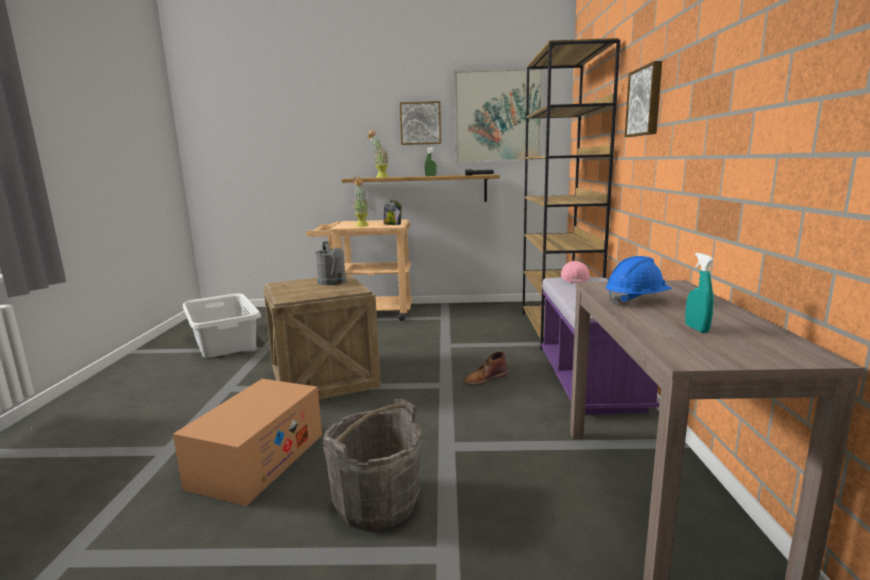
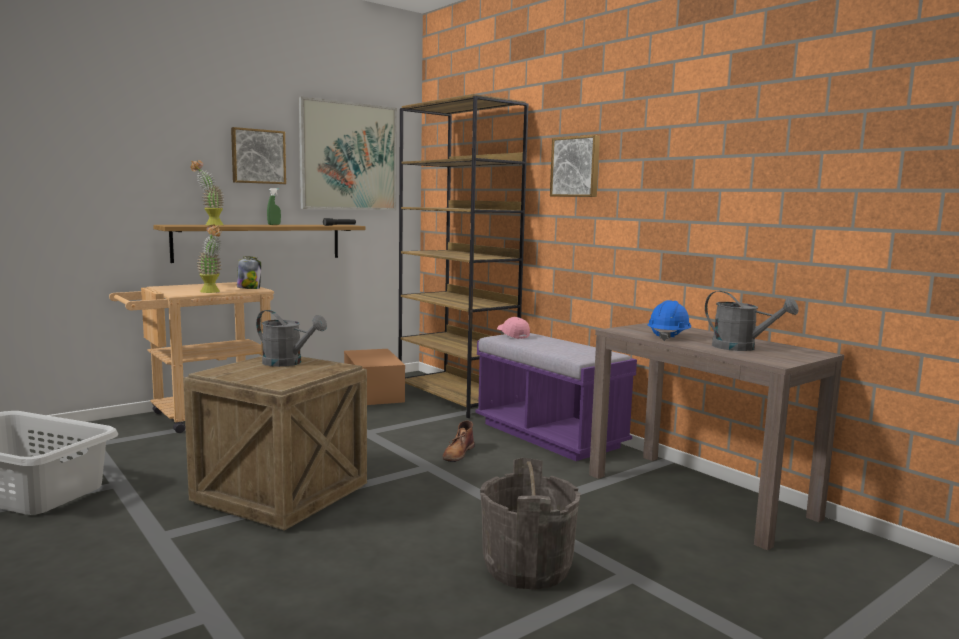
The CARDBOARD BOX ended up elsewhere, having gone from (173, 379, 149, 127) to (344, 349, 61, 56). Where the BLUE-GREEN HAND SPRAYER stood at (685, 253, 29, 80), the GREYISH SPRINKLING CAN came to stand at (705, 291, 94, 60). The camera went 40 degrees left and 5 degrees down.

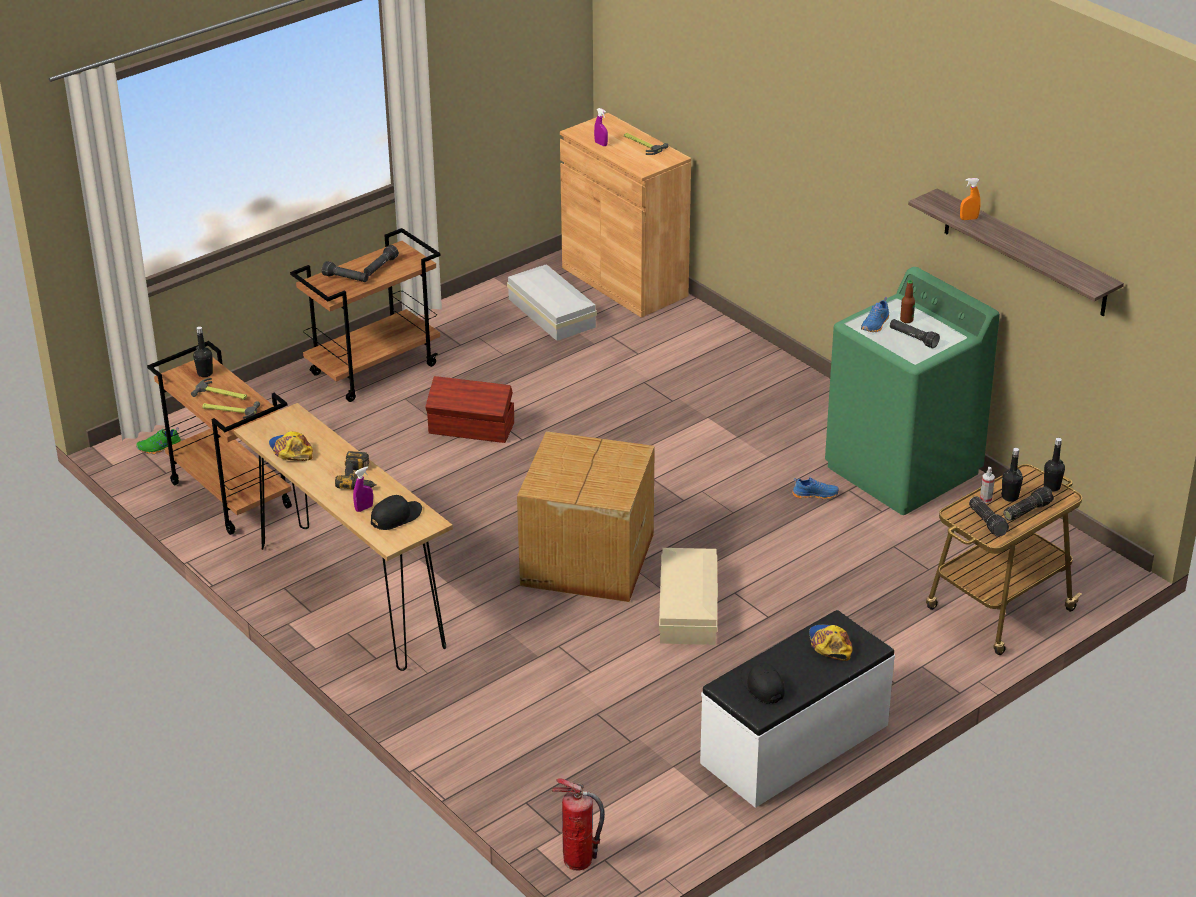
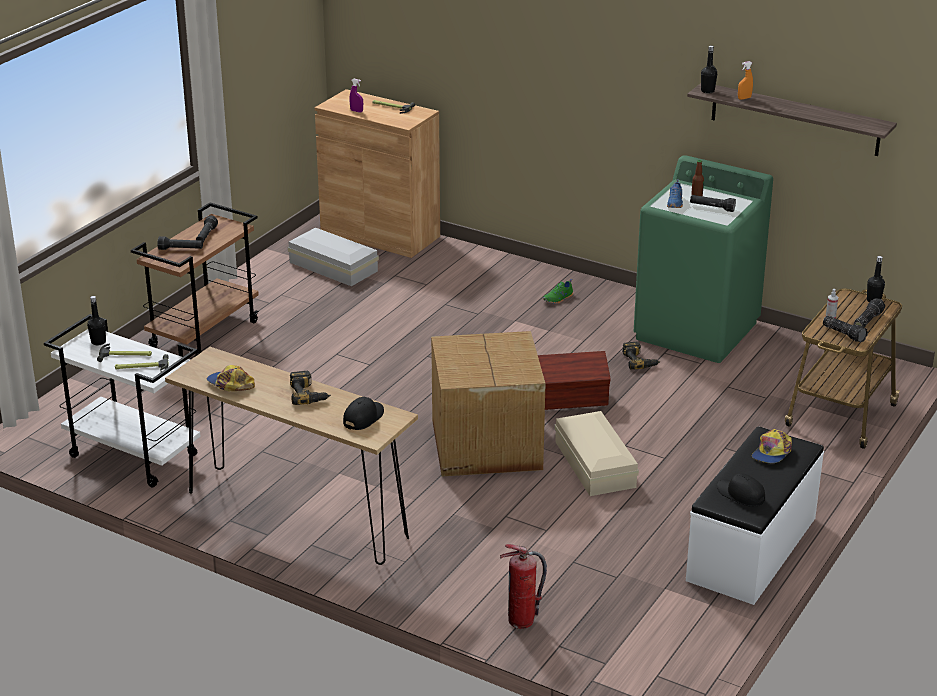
The second view lost the PURPLISH HAND SPRAYER at (353, 466, 20, 46). The GREENISH ITEM OF FOOTWEAR ended up elsewhere, having gone from (136, 427, 45, 27) to (543, 279, 30, 25). The BROWN STORAGE CONTAINER ended up elsewhere, having gone from (426, 376, 88, 67) to (538, 351, 73, 59). The EXTINGUISHER ended up elsewhere, having gone from (551, 778, 54, 93) to (500, 544, 47, 85). The BLACK BOTTLE ended up elsewhere, having gone from (1001, 448, 22, 54) to (701, 46, 16, 48). Where the BLUE-COLOURED ITEM OF FOOTWEAR stood at (792, 477, 47, 23), the POWER DRILL came to stand at (622, 342, 38, 28). What was the BROWN TROLLEY at (147, 341, 145, 194) turned into the WHITE-COLOURED TROLLEY at (44, 314, 157, 174). The BASEBALL CAP at (809, 625, 43, 36) ended up facing another way, 120 degrees counterclockwise from before. The camera went 20 degrees left and 5 degrees down.

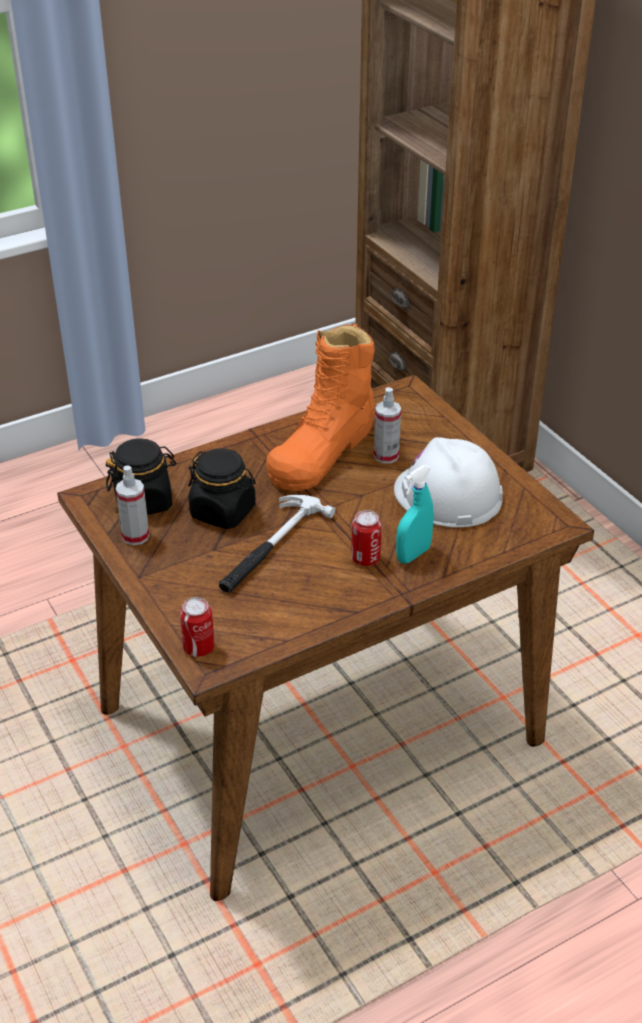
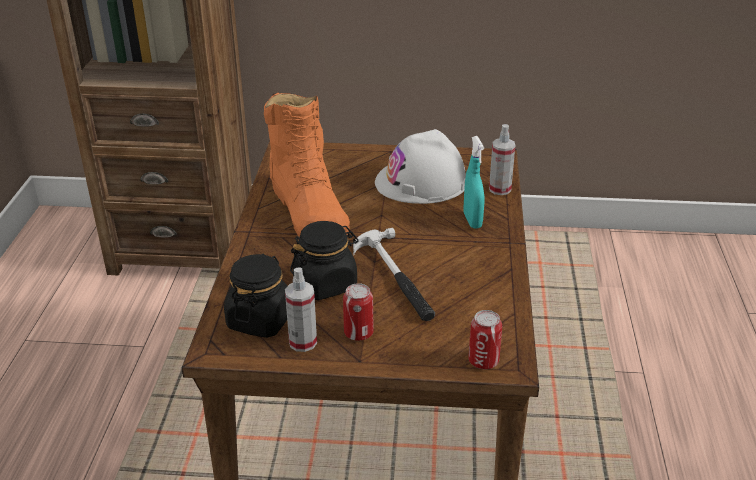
The METAL CAN ended up elsewhere, having gone from (351, 510, 30, 56) to (343, 283, 31, 58). The HAND SPRAYER ended up elsewhere, having gone from (374, 387, 27, 76) to (489, 124, 26, 71). The camera went 55 degrees left and 5 degrees down.

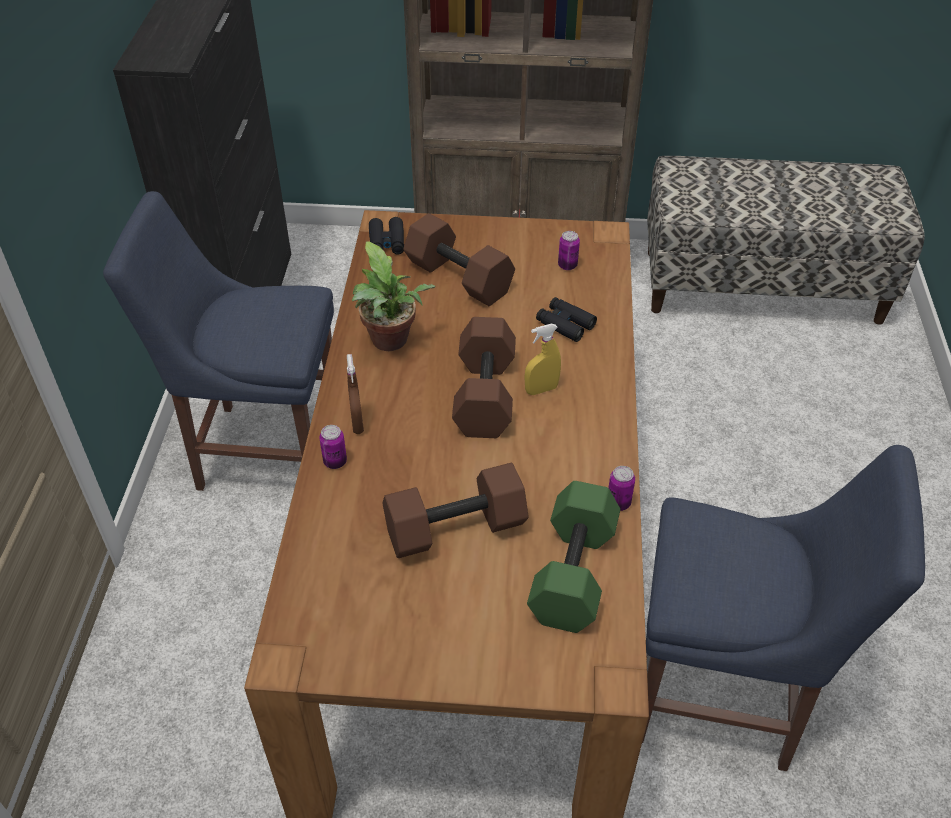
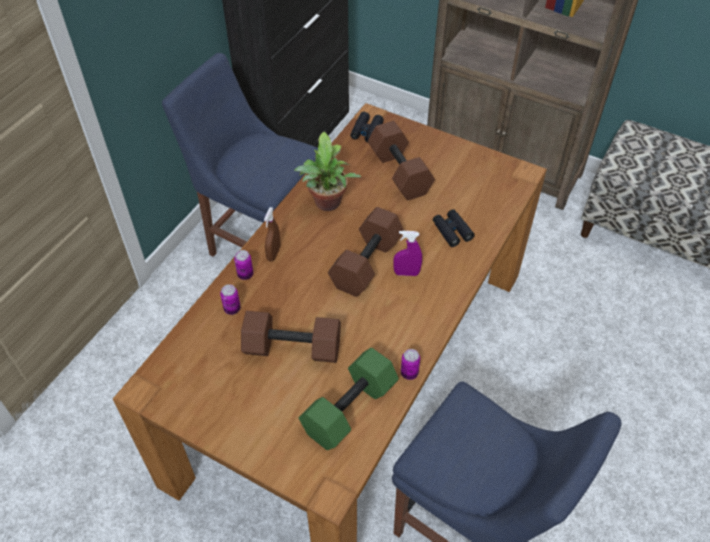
The METAL CAN ended up elsewhere, having gone from (558, 231, 22, 39) to (220, 284, 21, 31). What was the YELLOW-COLOURED HAND SPRAYER at (524, 324, 37, 71) turned into the PURPLISH HAND SPRAYER at (393, 231, 29, 45). The camera went 25 degrees right and 5 degrees up.

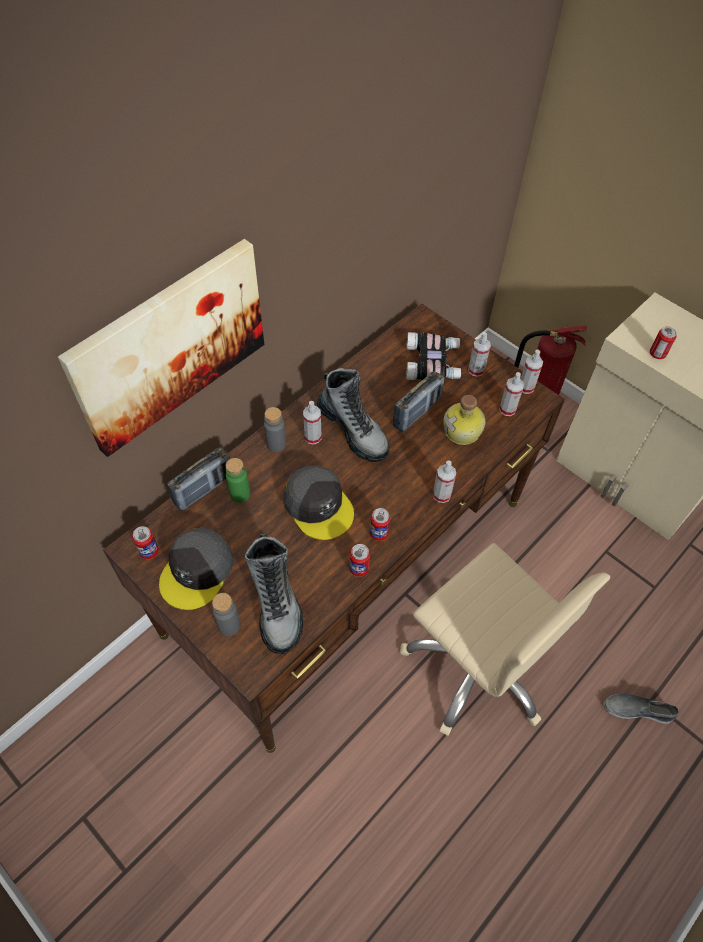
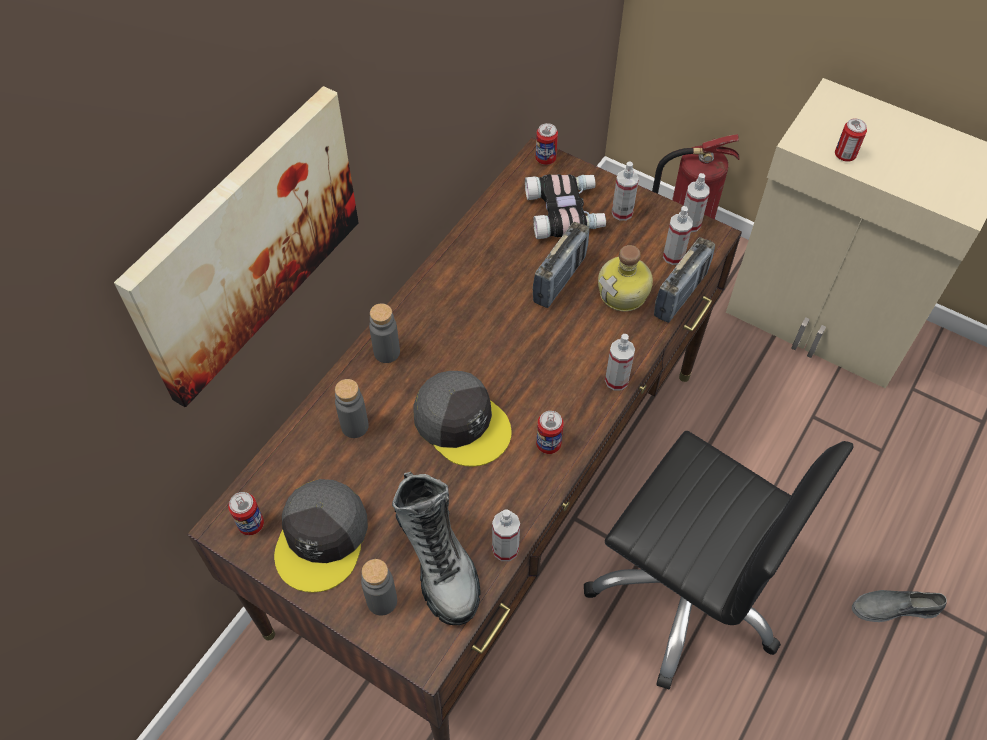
The second view lost the BOOT at (317, 368, 73, 94). The RADIO RECEIVER ended up elsewhere, having gone from (167, 447, 63, 64) to (654, 237, 61, 86). The HAND SPRAYER ended up elsewhere, having gone from (303, 401, 19, 44) to (492, 509, 28, 52). The METAL CAN ended up elsewhere, having gone from (349, 544, 21, 33) to (535, 123, 23, 42). What was the GREENISH BOTTLE at (226, 458, 24, 45) turned into the GREYISH BOTTLE at (335, 379, 34, 59). What was the SAND-COLOURED COMPUTER CHAIR at (400, 543, 210, 193) turned into the BLACK COMPUTER CHAIR at (584, 431, 269, 258). The camera went 10 degrees left and 0 degrees up.

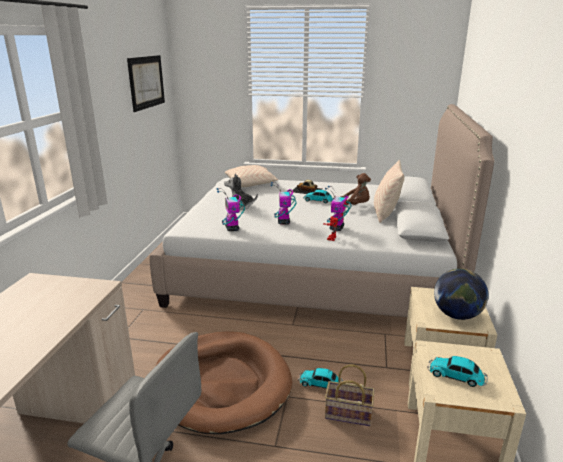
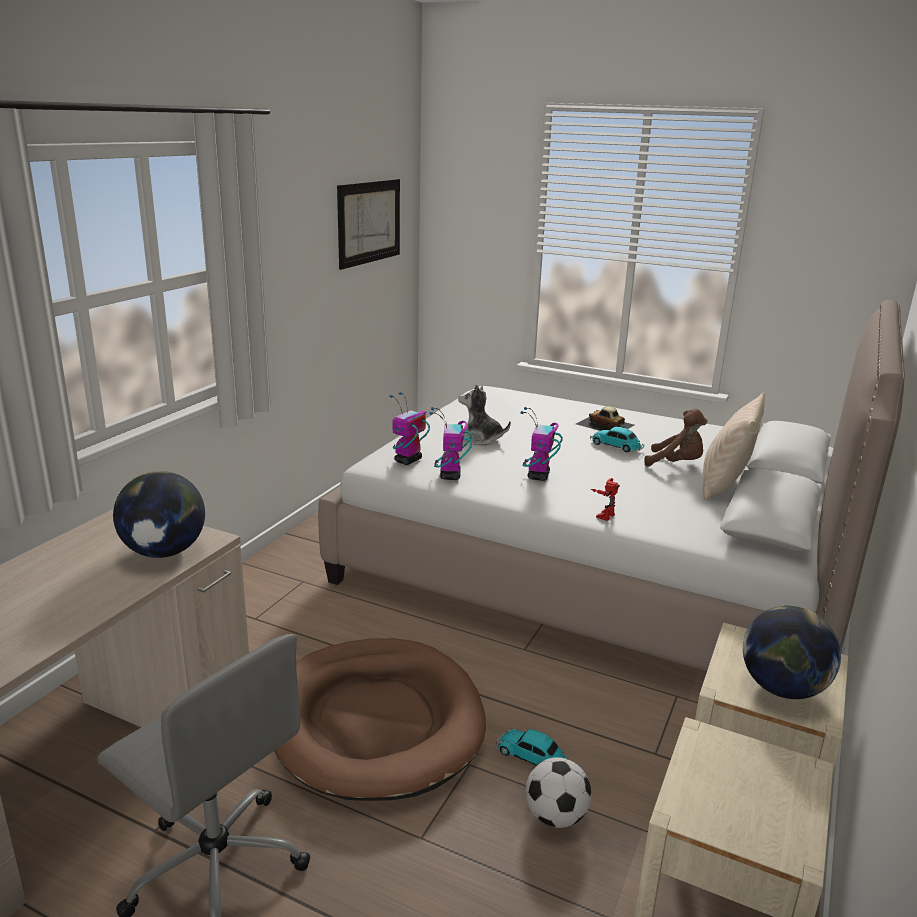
The second view lost the SAND-COLOURED PILLOW at (225, 165, 53, 22). The second view lost the TOY CAR at (427, 356, 61, 31). The second view gained the DESK GLOBE at (113, 471, 92, 87). The TOY ROBOT ended up elsewhere, having gone from (325, 186, 26, 45) to (389, 392, 41, 73). Where the STORAGE BASKET stood at (325, 364, 50, 62), the FOOTBALL came to stand at (526, 757, 65, 71). The camera went 15 degrees right and 0 degrees up.

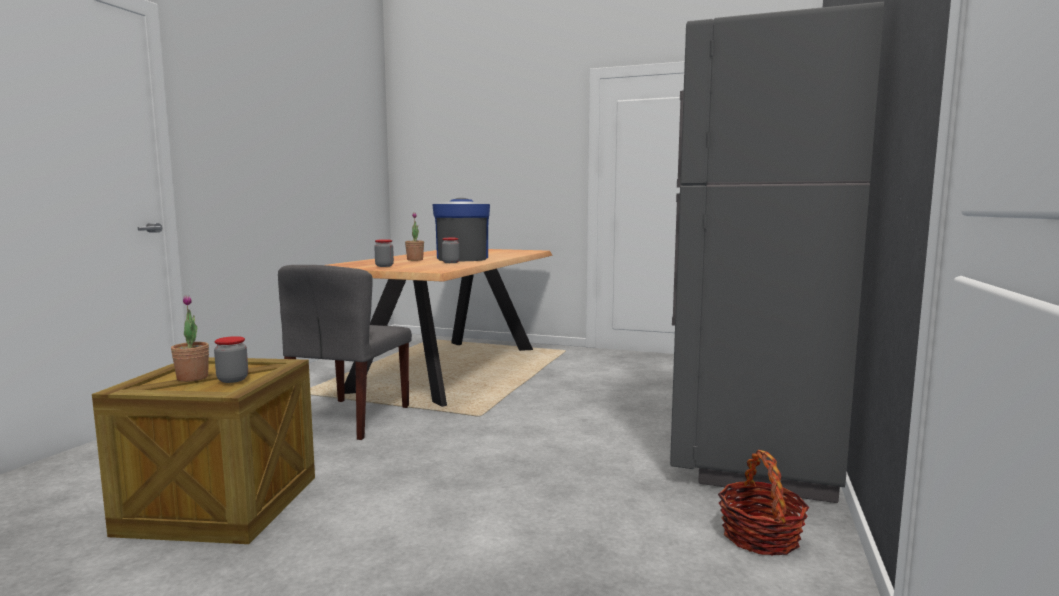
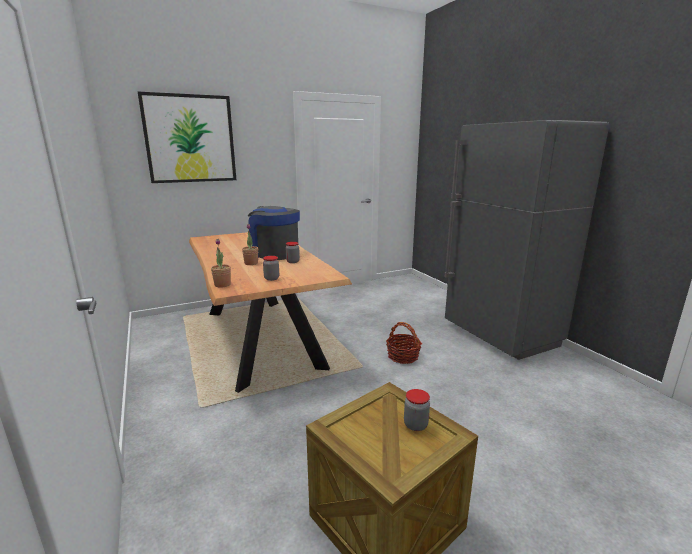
The second view lost the GREYISH PLAIN CHAIR at (278, 265, 134, 175). The second view gained the WALL ART at (138, 92, 98, 91). The HOUSEPLANT ended up elsewhere, having gone from (171, 295, 38, 87) to (211, 239, 20, 49). The STORAGE BASKET ended up elsewhere, having gone from (718, 450, 92, 106) to (386, 322, 36, 42). The camera went 45 degrees left and 10 degrees up.

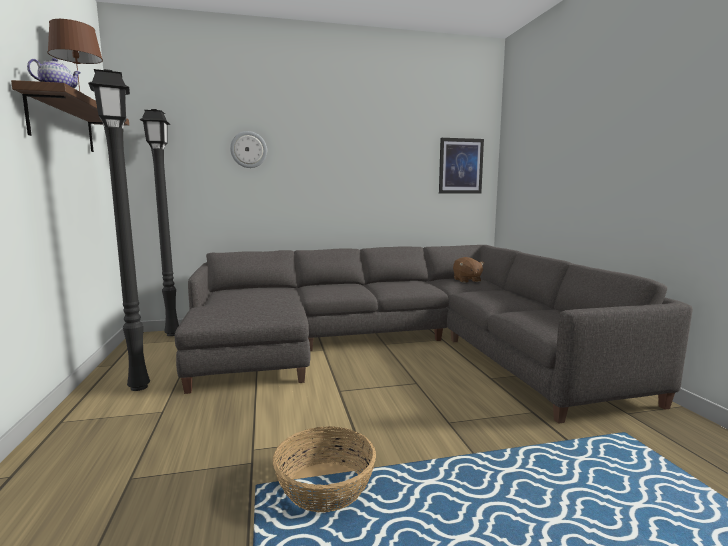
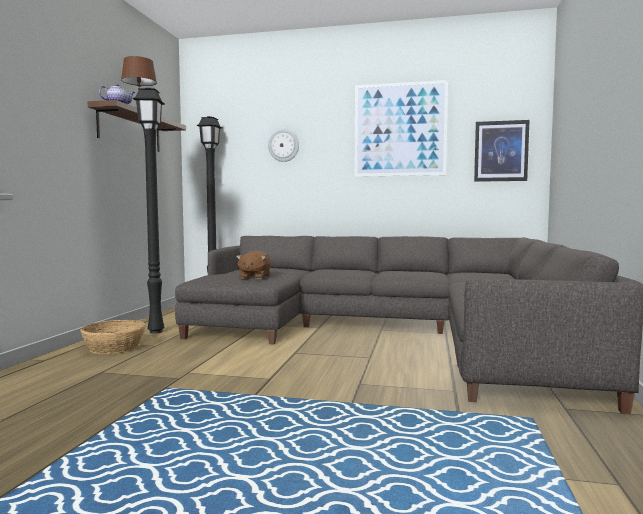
The second view gained the WALL ART at (354, 80, 94, 97). The STORAGE BASKET ended up elsewhere, having gone from (273, 426, 103, 86) to (80, 320, 66, 34). The BROWN CUDDLY TOY ended up elsewhere, having gone from (453, 257, 31, 26) to (236, 250, 35, 29). The camera went 25 degrees right and 5 degrees down.

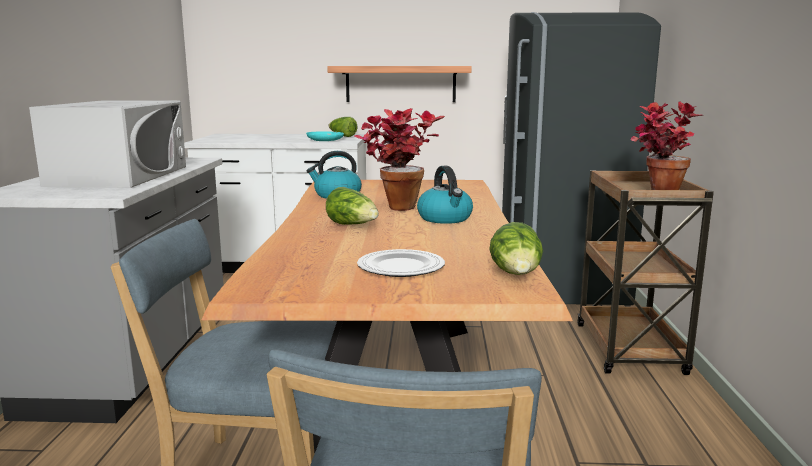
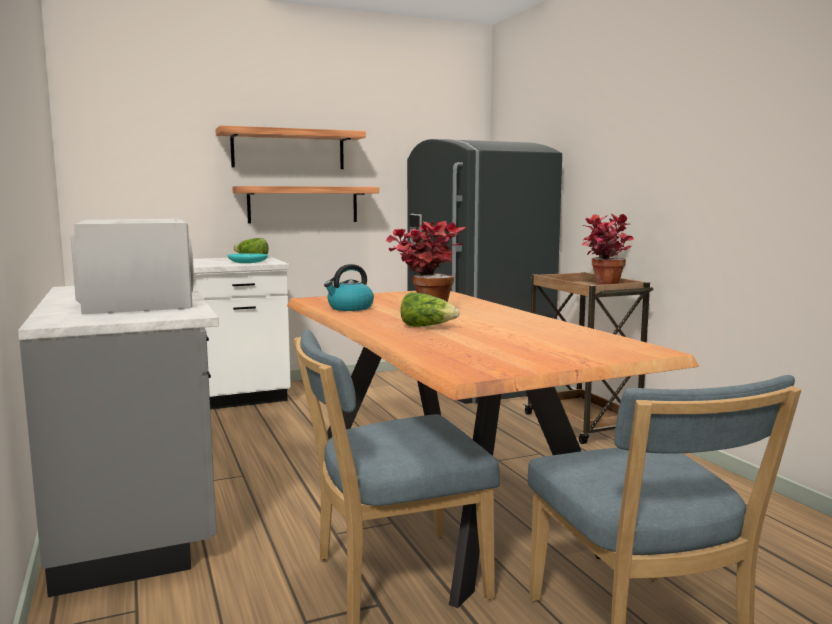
The second view lost the DINNER PLATE at (357, 249, 88, 28). The second view lost the WATER KETTLE at (417, 166, 56, 58). The second view lost the LETTUCE at (489, 222, 54, 53). The second view gained the WALL SHELF at (215, 125, 151, 44). The camera went 25 degrees left and 5 degrees down.

